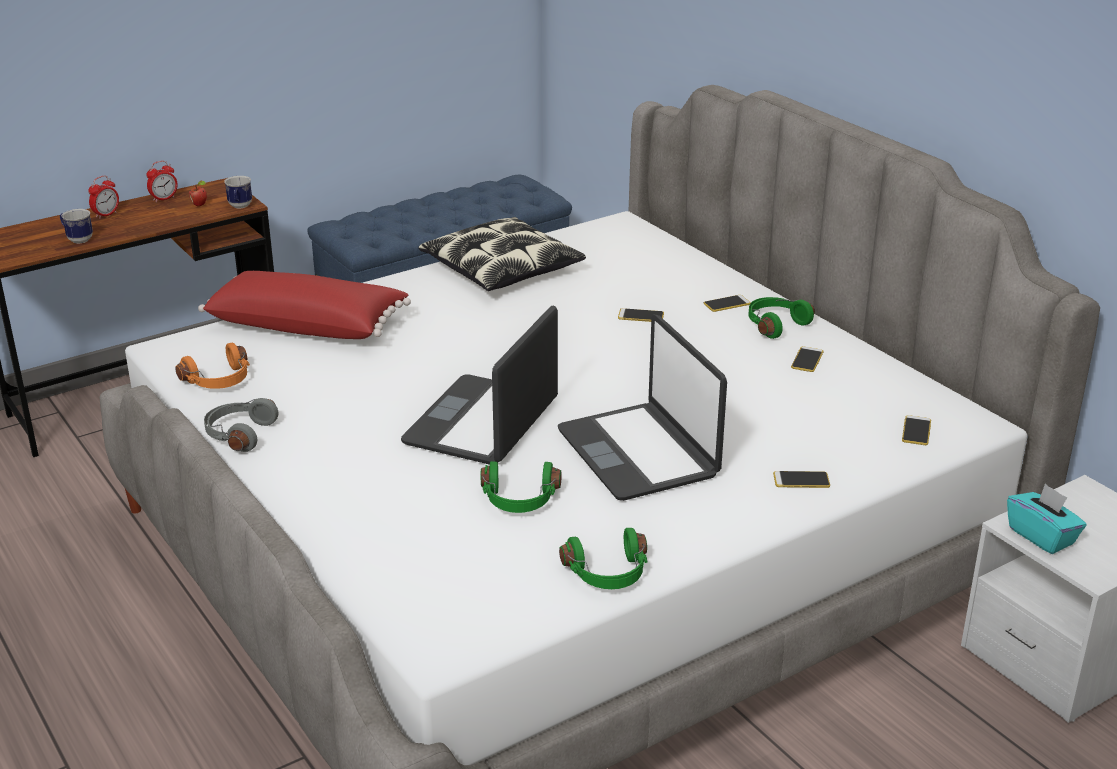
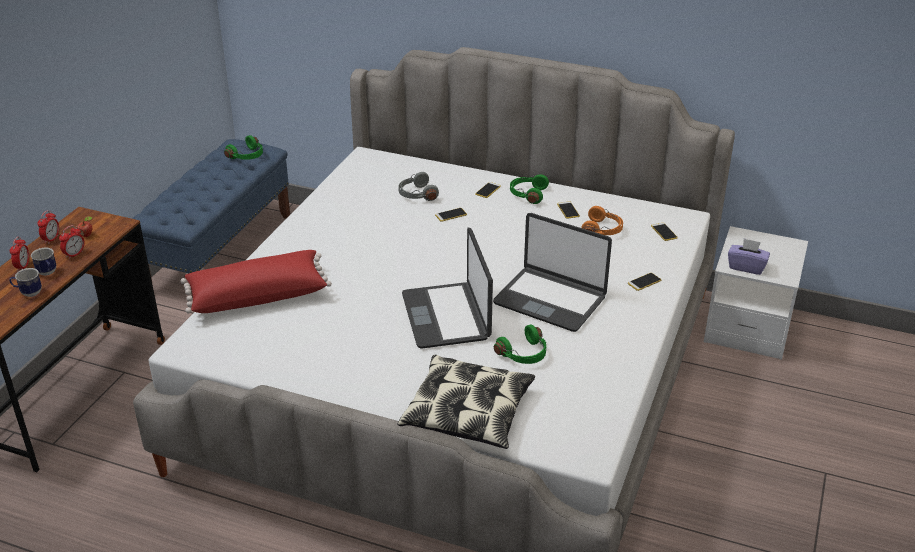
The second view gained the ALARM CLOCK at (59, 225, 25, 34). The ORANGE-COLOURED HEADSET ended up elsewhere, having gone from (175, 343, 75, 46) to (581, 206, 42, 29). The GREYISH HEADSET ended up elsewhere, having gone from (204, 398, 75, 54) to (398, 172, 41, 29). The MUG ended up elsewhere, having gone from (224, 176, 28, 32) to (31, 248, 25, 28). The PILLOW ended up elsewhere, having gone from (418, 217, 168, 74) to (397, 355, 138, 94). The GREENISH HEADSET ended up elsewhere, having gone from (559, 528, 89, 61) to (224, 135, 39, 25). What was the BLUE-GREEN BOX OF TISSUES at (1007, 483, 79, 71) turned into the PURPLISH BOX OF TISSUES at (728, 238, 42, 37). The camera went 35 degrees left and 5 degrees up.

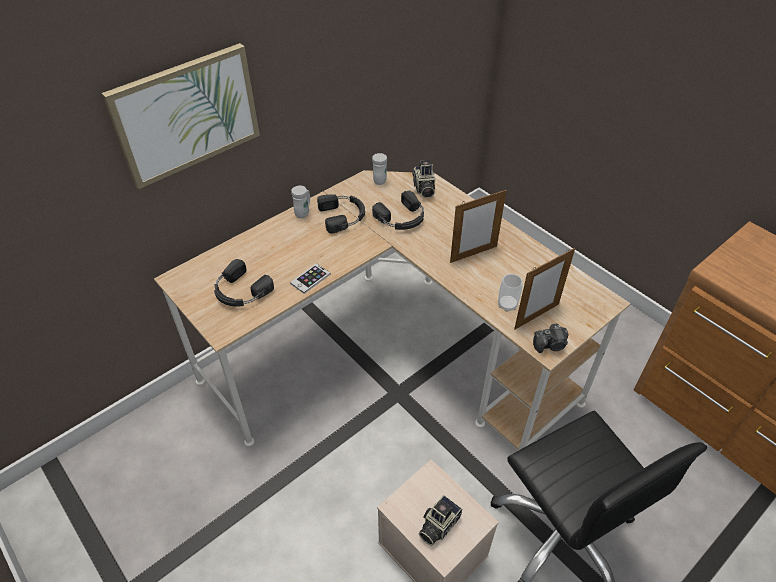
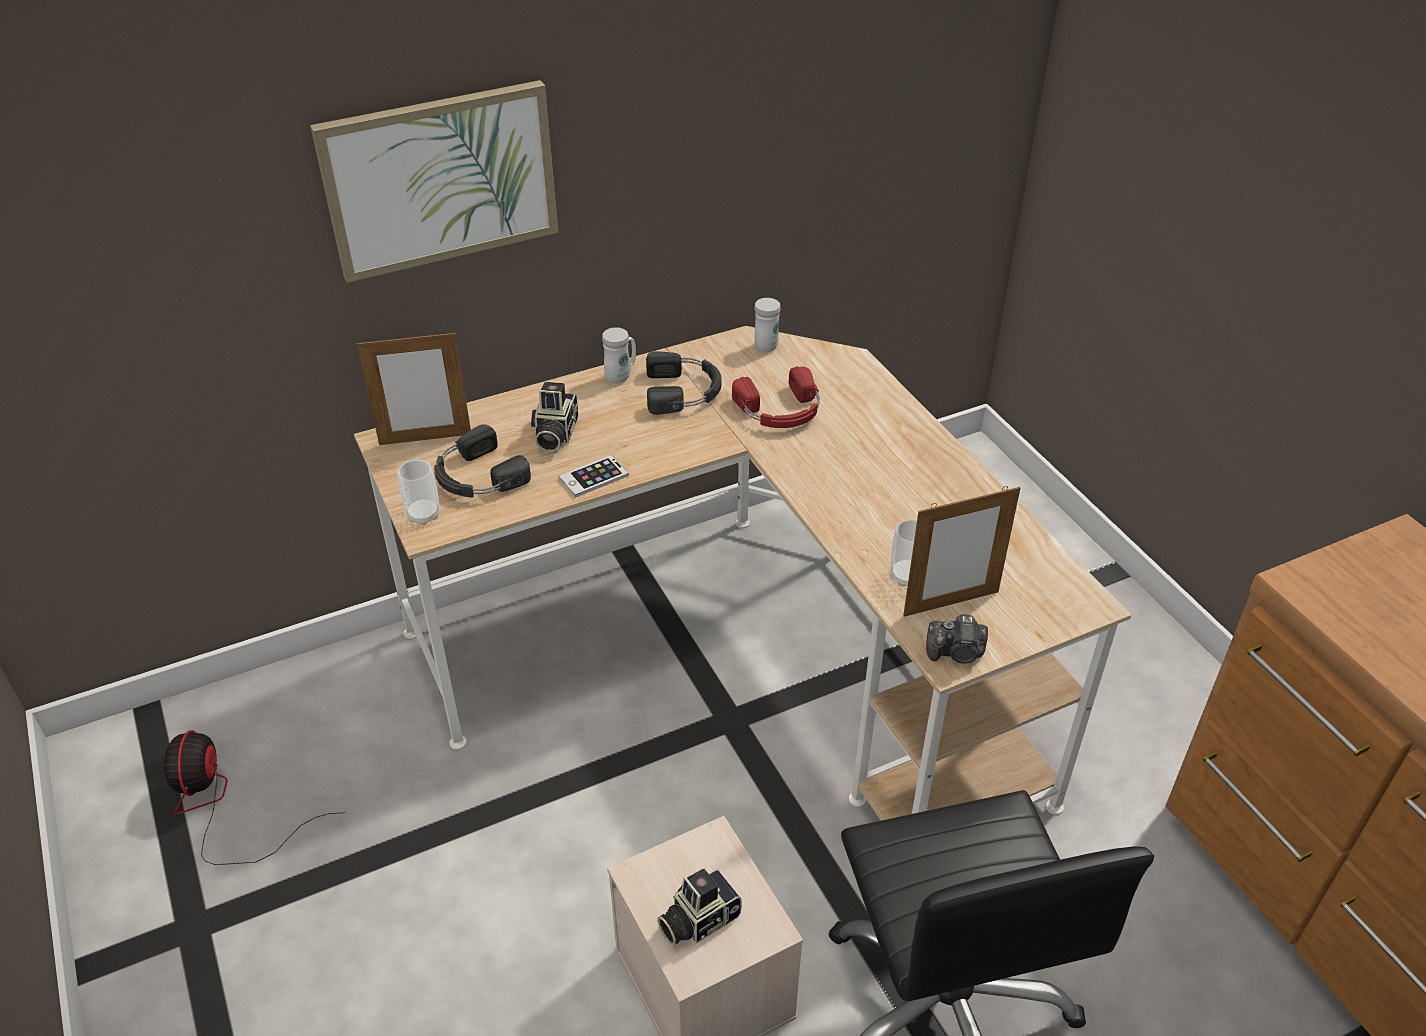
The second view gained the COOLING FAN at (164, 730, 181, 135). The second view gained the SMALL CUP at (397, 460, 43, 65). The STILL CAMERA ended up elsewhere, having gone from (412, 160, 23, 38) to (531, 382, 47, 70). The PICTURE FRAME ended up elsewhere, having gone from (450, 190, 57, 73) to (357, 330, 114, 115). What was the BLACK HEADSET at (372, 191, 52, 39) turned into the RED-COLOURED HEADSET at (732, 366, 88, 62). The camera went 15 degrees right and 5 degrees down.

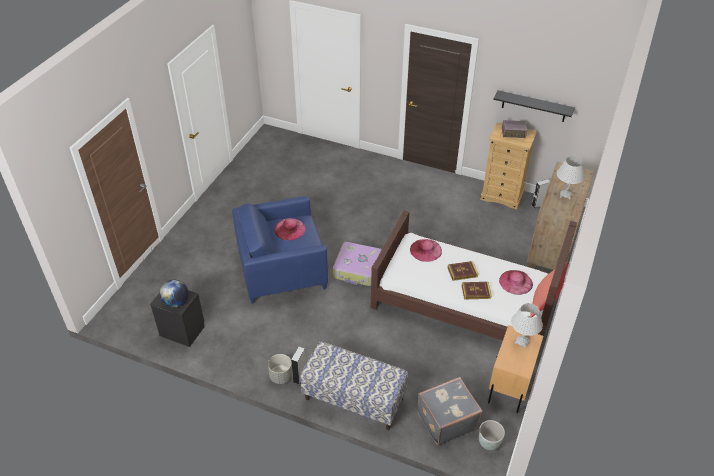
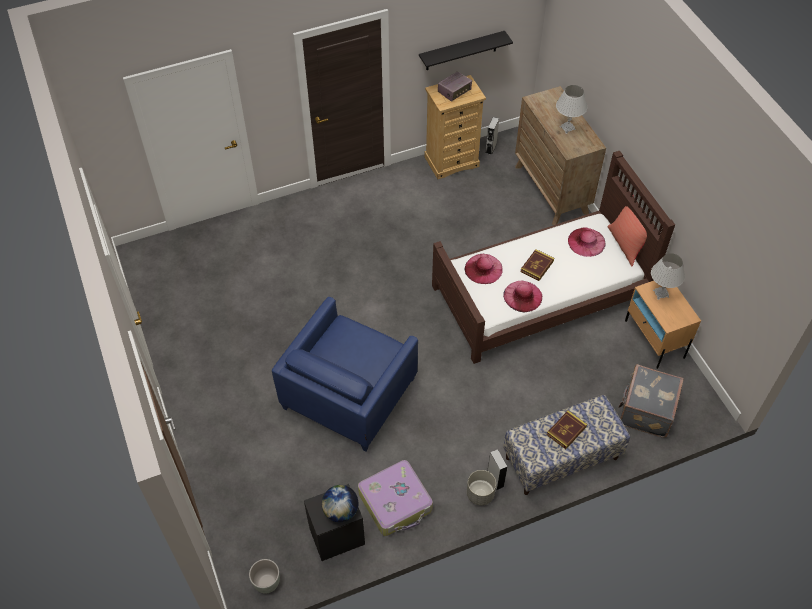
The PINKISH CLOTHING HAT ended up elsewhere, having gone from (275, 218, 31, 22) to (503, 281, 39, 31). The TRAVEL CASE ended up elsewhere, having gone from (333, 242, 49, 44) to (358, 460, 75, 76). The BOOK ended up elsewhere, having gone from (462, 282, 30, 17) to (547, 410, 40, 39). The GREYISH PLANT POT ended up elsewhere, having gone from (479, 420, 26, 30) to (249, 559, 31, 34). The camera went 45 degrees left and 10 degrees up.

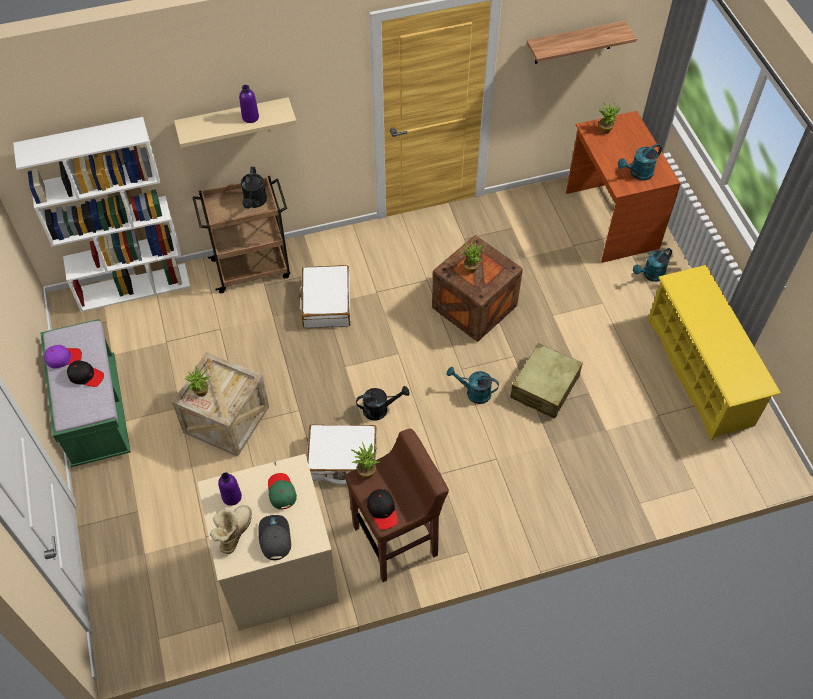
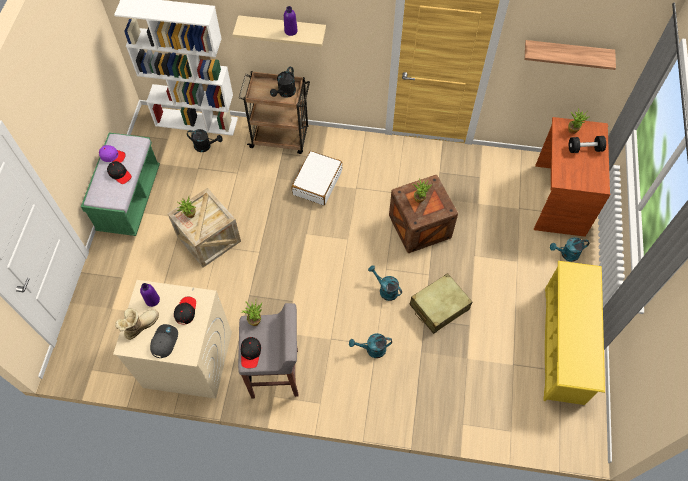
The second view lost the WHITE-COLOURED TRAVEL CASE at (307, 425, 70, 60). The second view gained the BLACK FREE WEIGHT at (569, 136, 37, 17). The BLACK SPRINKLING CAN ended up elsewhere, having gone from (356, 386, 54, 35) to (187, 129, 36, 23). The BLUE-GREEN SPRINKLING CAN ended up elsewhere, having gone from (618, 144, 44, 37) to (349, 333, 43, 25). What was the GREENISH BASEBALL CAP at (268, 473, 29, 37) turned into the BLACK BASEBALL CAP at (174, 296, 22, 28). What was the BROWN SITTING STOOL at (345, 429, 104, 153) turned into the GREYISH SITTING STOOL at (238, 303, 61, 96). The camera went 25 degrees right and 5 degrees up.

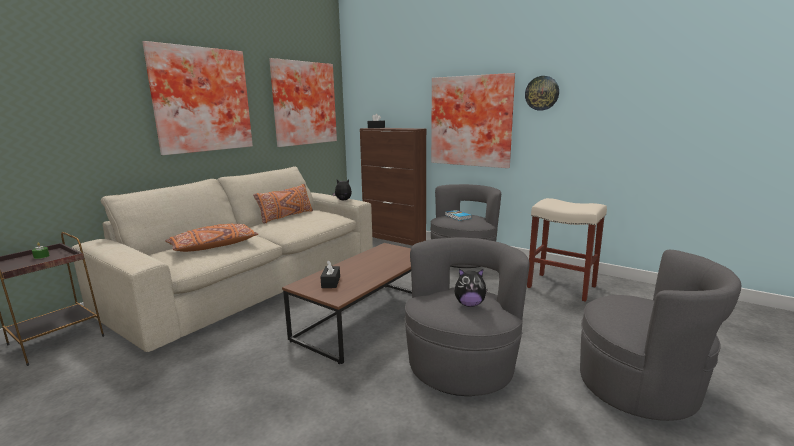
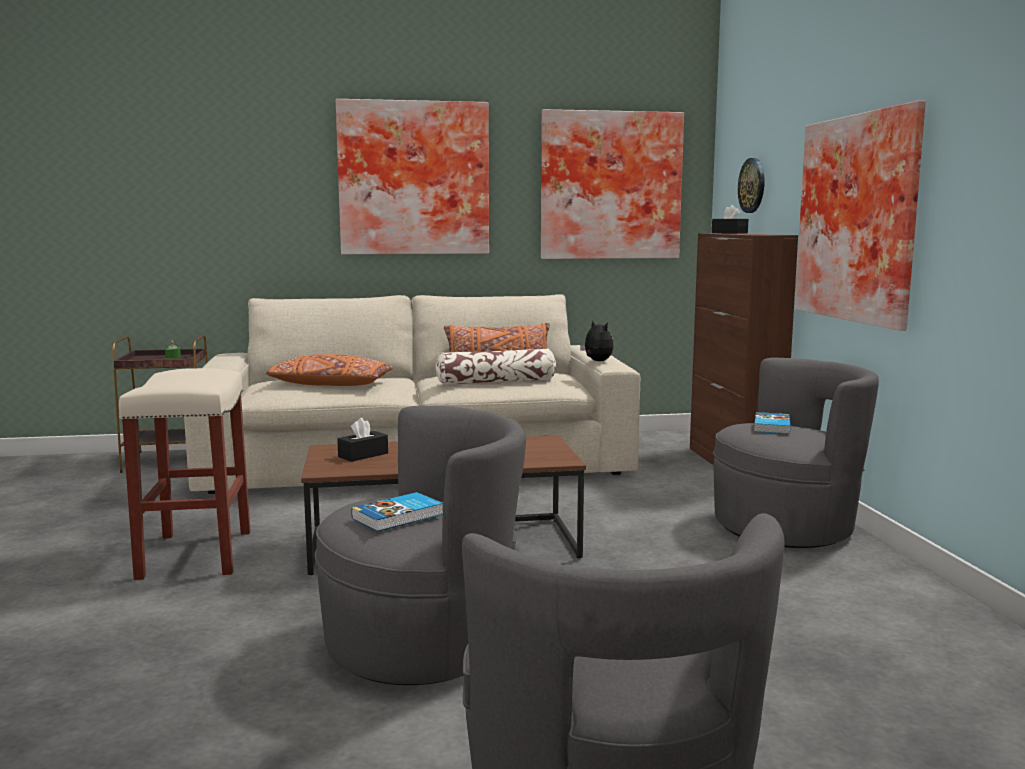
The second view gained the PILLOW at (436, 349, 120, 36). The WALL CLOCK ended up elsewhere, having gone from (525, 76, 34, 35) to (738, 158, 26, 55). The SAND-COLOURED SITTING STOOL ended up elsewhere, having gone from (527, 198, 80, 104) to (119, 368, 132, 212). Where the CUDDLY TOY stood at (454, 269, 34, 38), the BOOK came to stand at (351, 492, 92, 40). The camera went 45 degrees right and 5 degrees down.

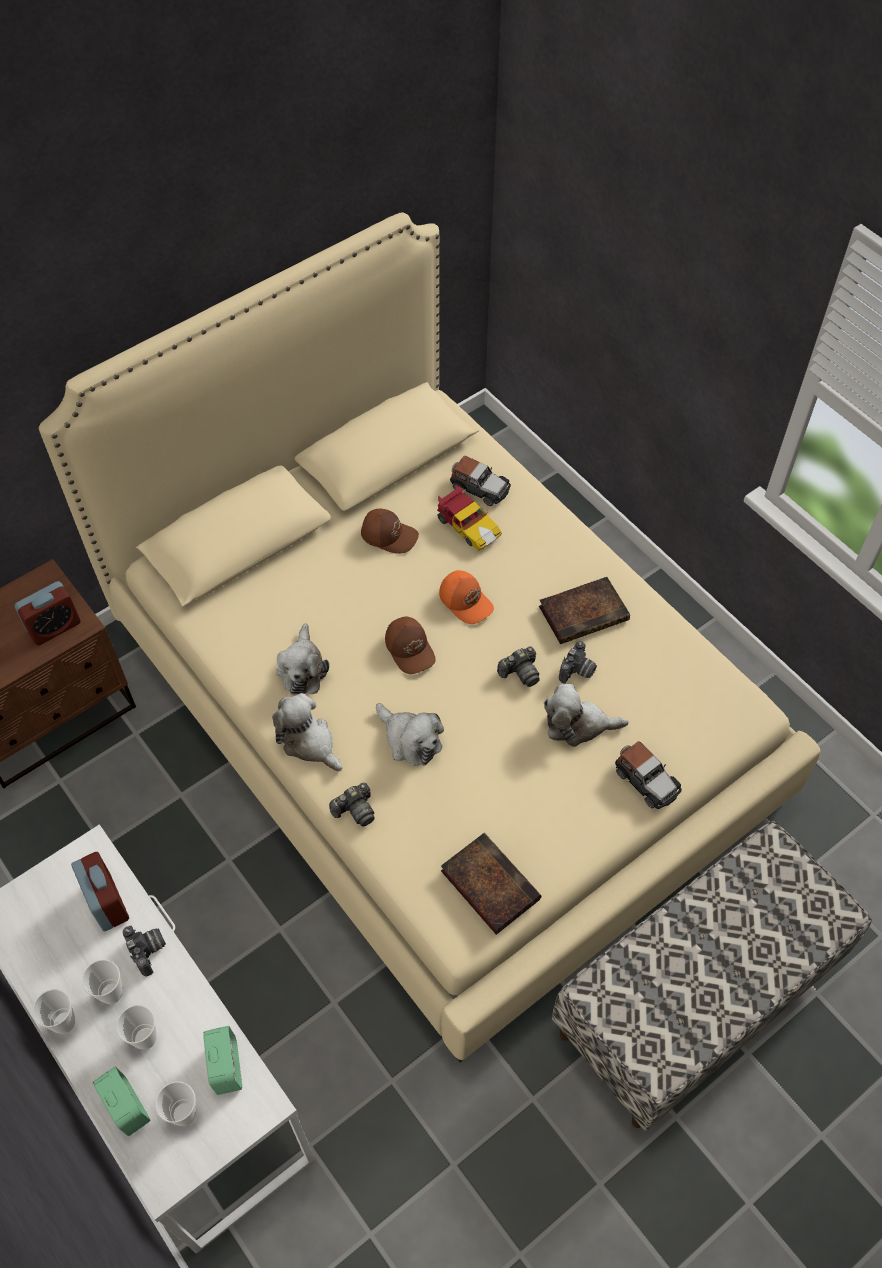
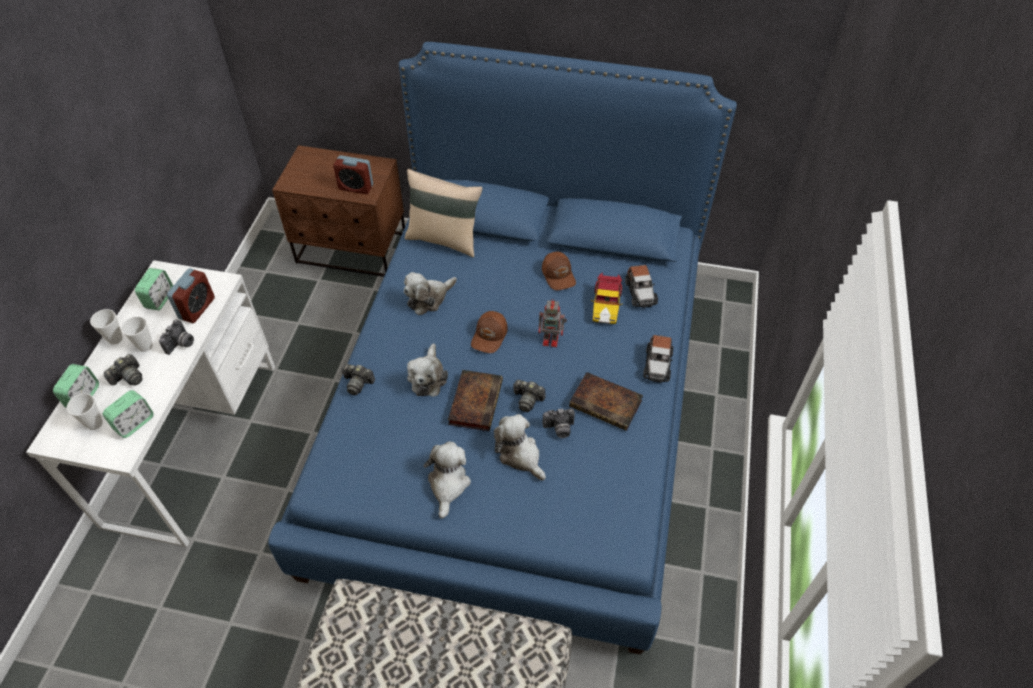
The second view gained the ALARM CLOCK at (135, 268, 38, 42). The second view gained the SAND-COLOURED PILLOW at (405, 169, 77, 88). The CUDDLY TOY ended up elsewhere, having gone from (272, 693, 70, 79) to (424, 441, 47, 77). The BOOK ended up elsewhere, having gone from (441, 833, 100, 102) to (448, 370, 55, 61). The TOY CAR ended up elsewhere, having gone from (615, 741, 67, 68) to (643, 335, 30, 48). Where the SMALL CUP stood at (116, 1005, 41, 45), the STILL CAMERA came to stand at (104, 354, 39, 32). Where the ORANGE-COLOURED BASEBALL CAP stood at (439, 570, 55, 54), the TOY ROBOT came to stand at (538, 299, 29, 48). What was the SAND-COLOURED BED at (39, 212, 782, 850) turned into the BLUE-COLOURED BED at (268, 42, 469, 613). The camera went 50 degrees right and 5 degrees down.

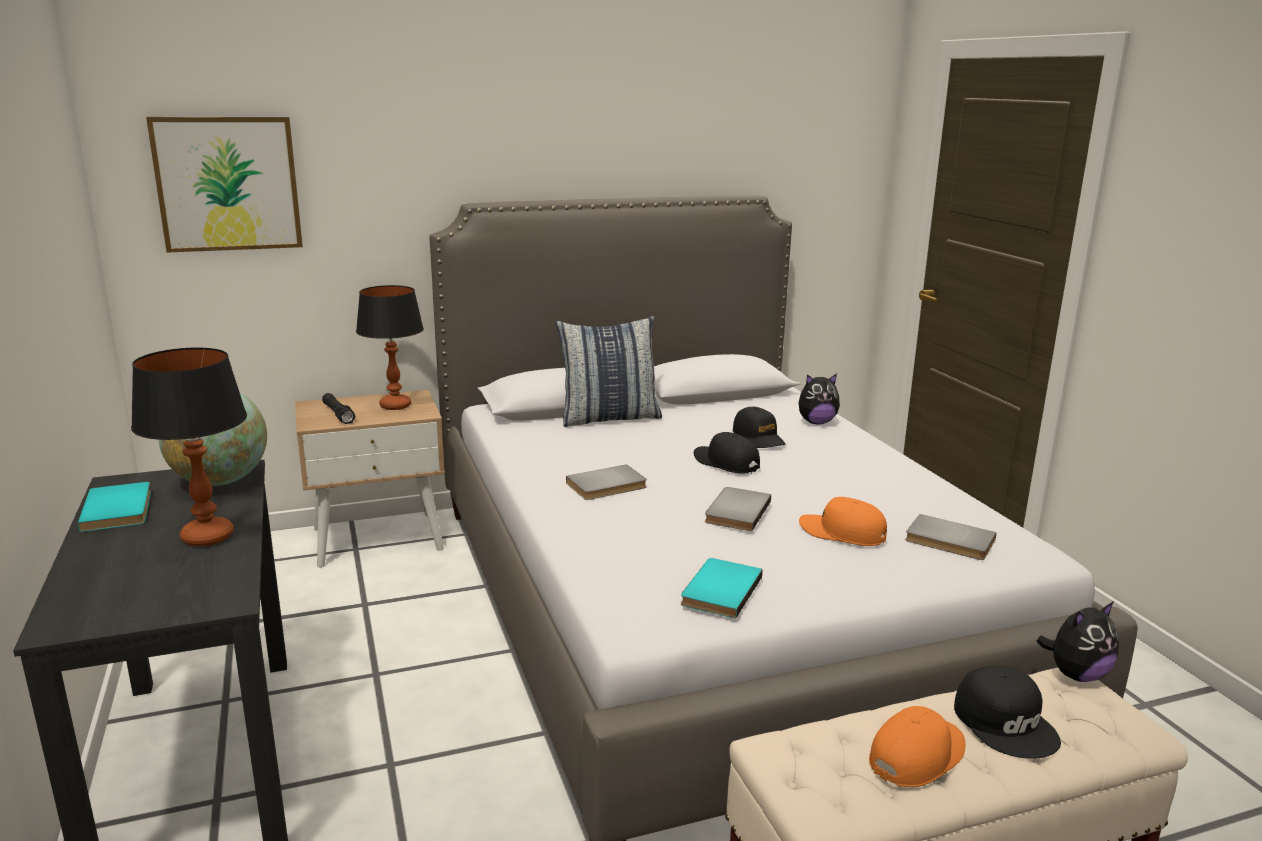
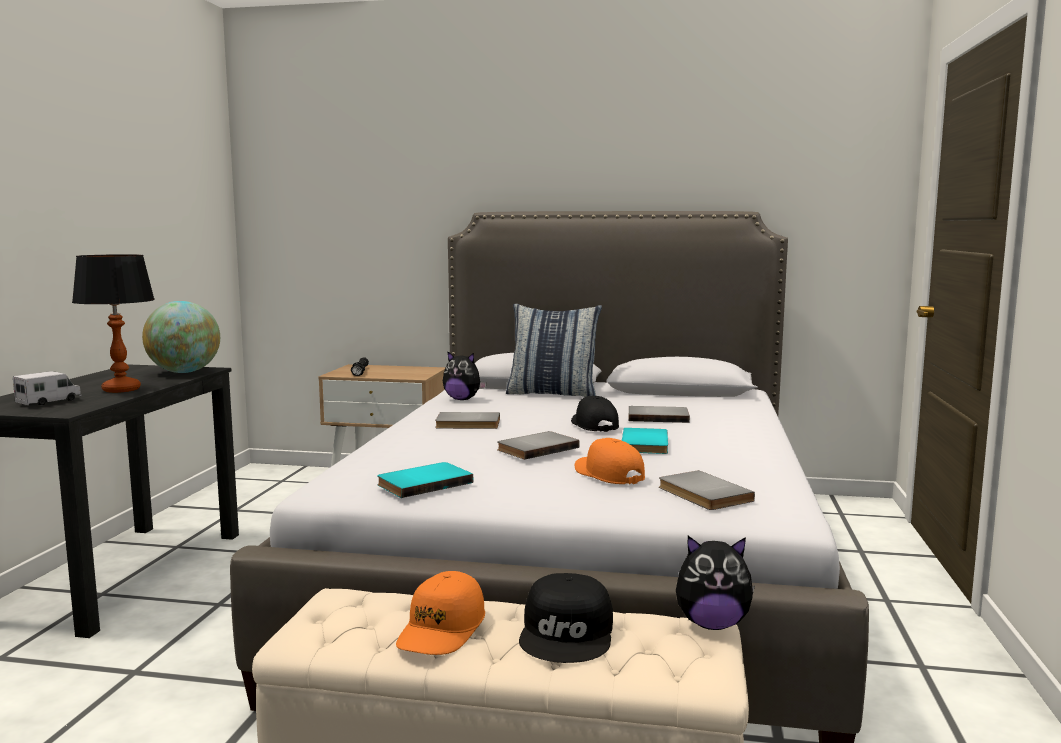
The second view lost the WALL ART at (146, 117, 157, 136). The second view lost the LAMP FOR A TABLE at (356, 285, 68, 125). The second view gained the MODEL TRUCK at (13, 371, 69, 35). The BLUE-GREEN BOOK ended up elsewhere, having gone from (78, 482, 73, 50) to (622, 428, 46, 26). The CUDDLY TOY ended up elsewhere, having gone from (799, 374, 41, 50) to (443, 351, 44, 49). Where the BLACK BASEBALL CAP stood at (733, 407, 52, 41), the GREYISH BOOK came to stand at (629, 406, 61, 17). The ORANGE-COLOURED BASEBALL CAP at (869, 706, 96, 81) ended up facing another way, 120 degrees clockwise from before. The camera went 30 degrees right and 10 degrees down.

